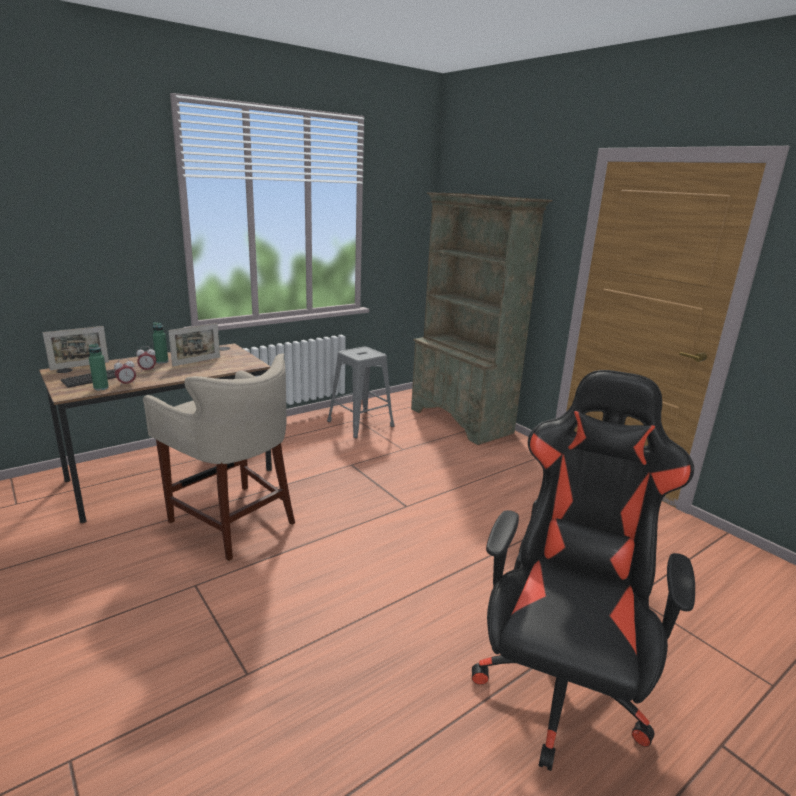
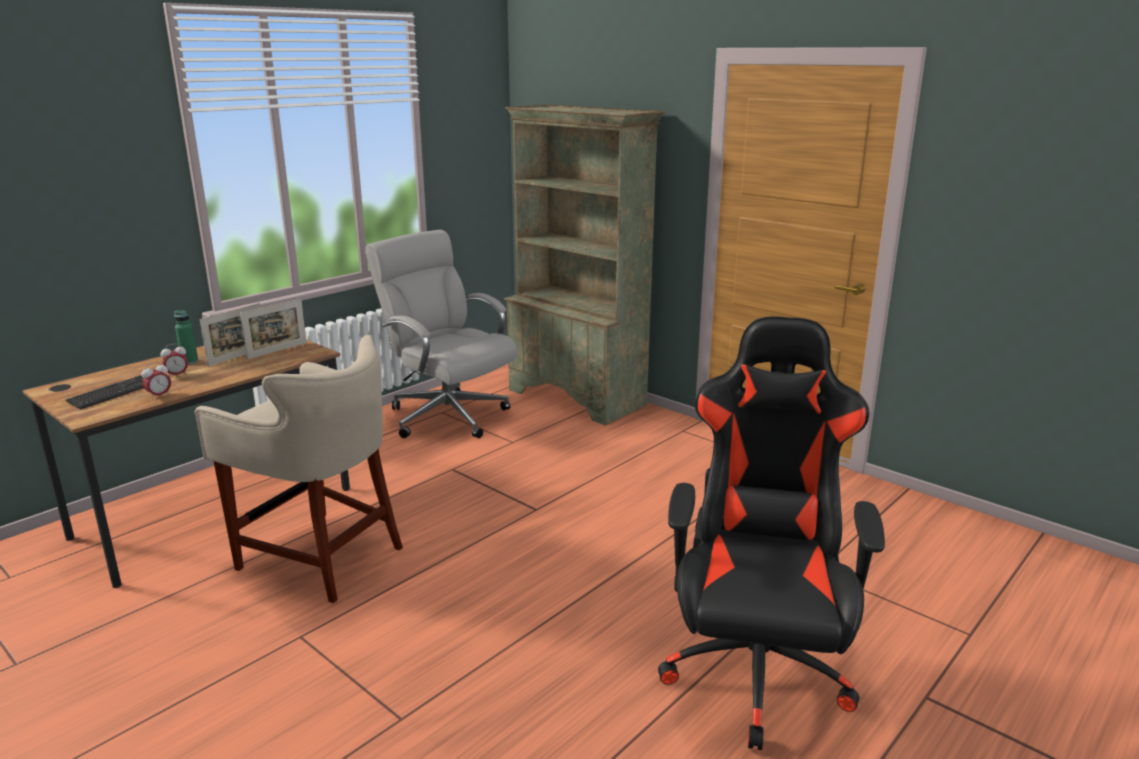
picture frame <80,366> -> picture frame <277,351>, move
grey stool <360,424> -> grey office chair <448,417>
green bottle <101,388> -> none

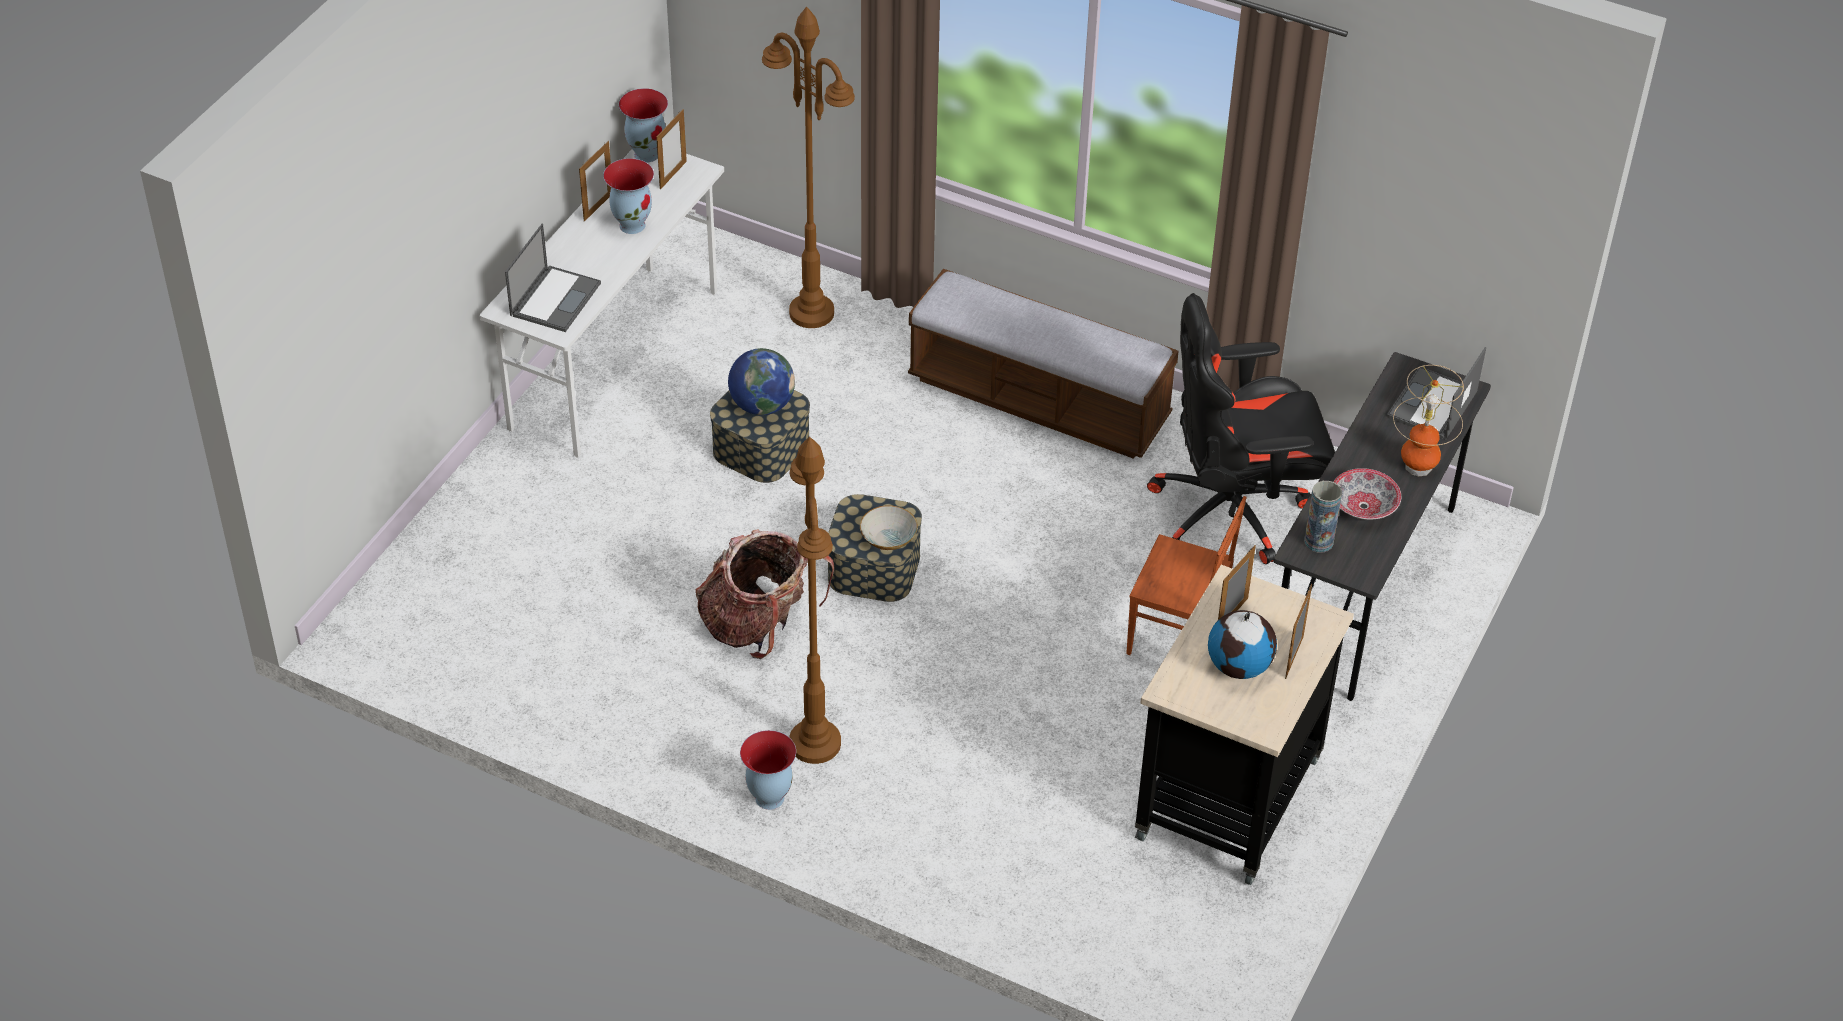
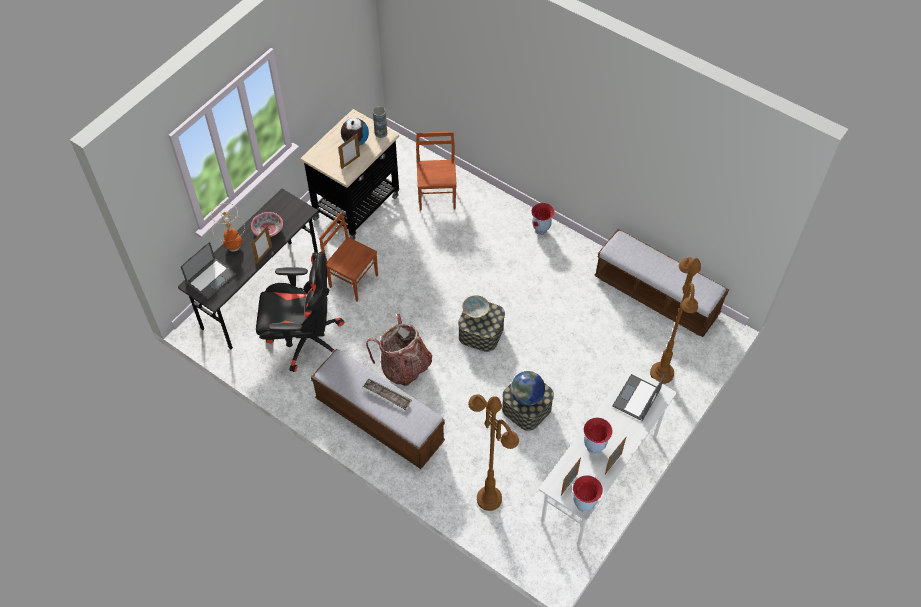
picture frame <1294,657> -> picture frame <264,255>, move
none -> tray <387,396>
backpack <759,625> -> backpack <404,367>, move
vase <1318,542> -> vase <381,133>, move
none -> brown chair <437,196>
none -> bench <656,296>
brown floor lamp <814,742> -> brown floor lamp <662,373>, move

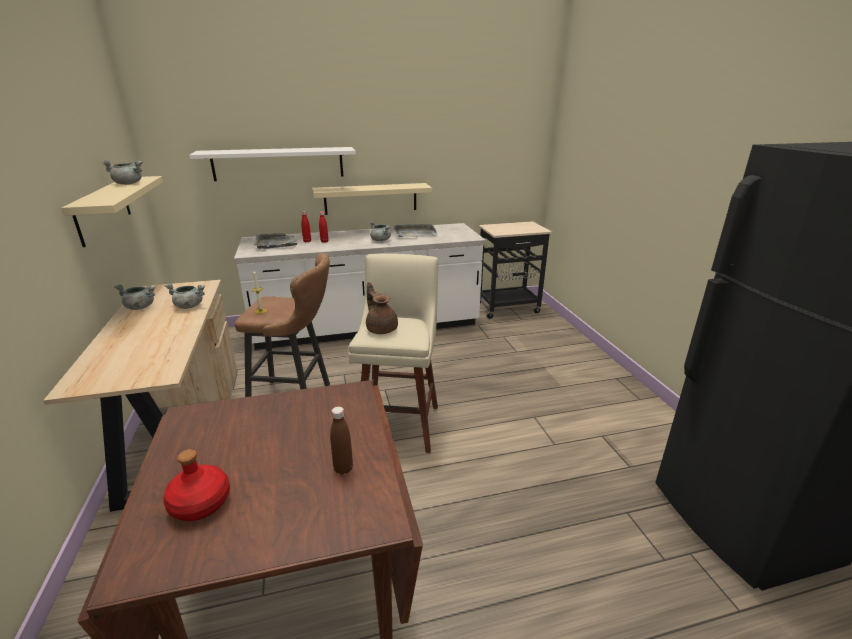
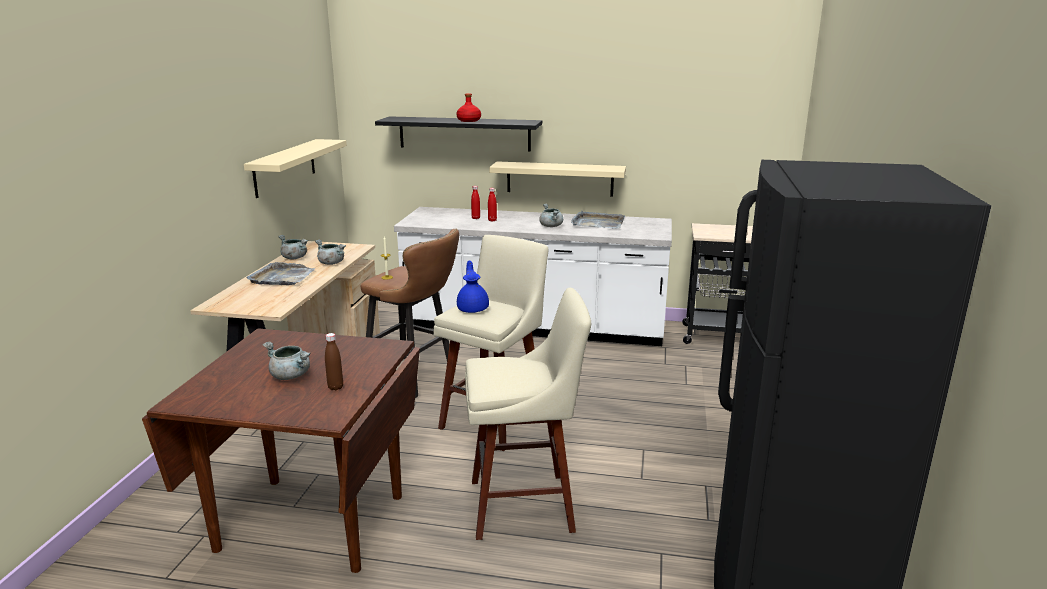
grey tray <276,243> -> grey tray <282,277>, move
grey cooking pot <129,184> -> grey cooking pot <291,376>, move
white shelf <278,163> -> black shelf <464,133>
red bottle <200,503> -> red bottle <468,121>, move
brown teapot <381,328> -> blue teapot <473,308>
none -> beige stool <525,506>

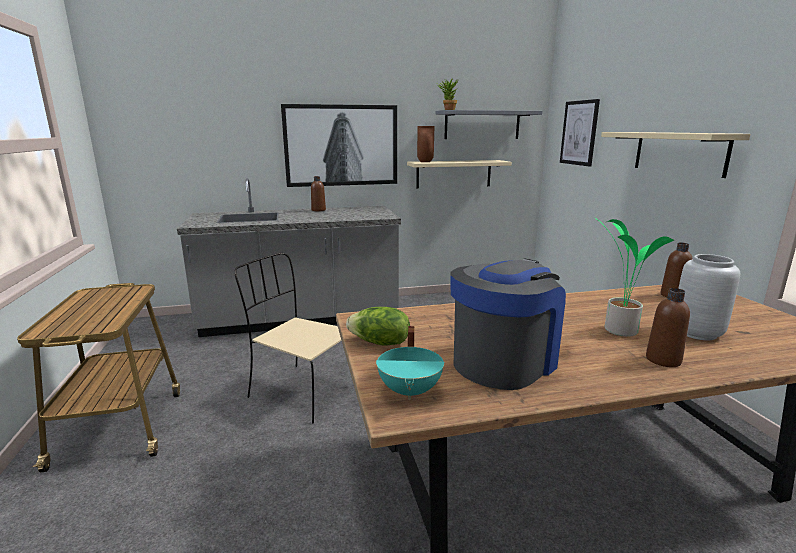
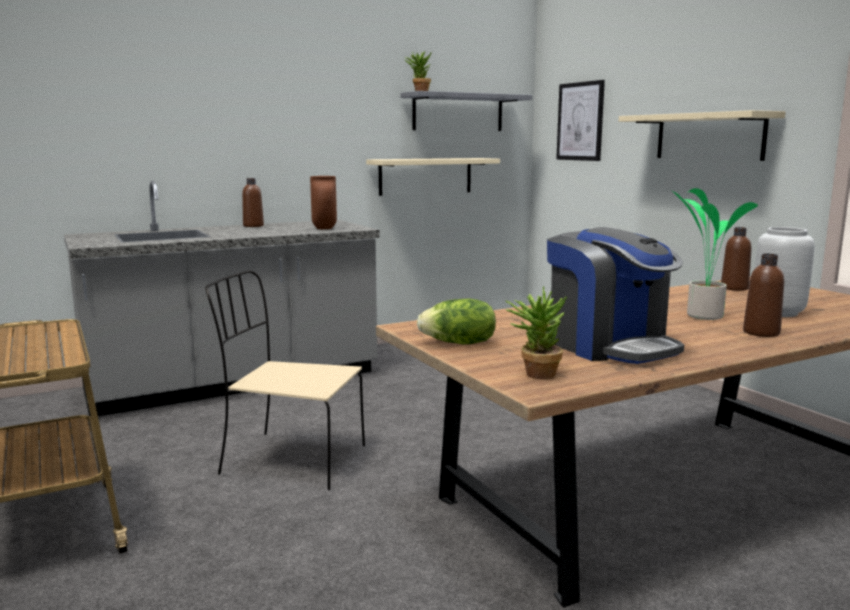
brown vase <424,162> -> brown vase <323,228>, move
turquoise cooking pot <411,391> -> potted plant <534,373>
coffee machine <504,361> -> coffee machine <609,346>, 120 degrees clockwise
picture <341,145> -> none

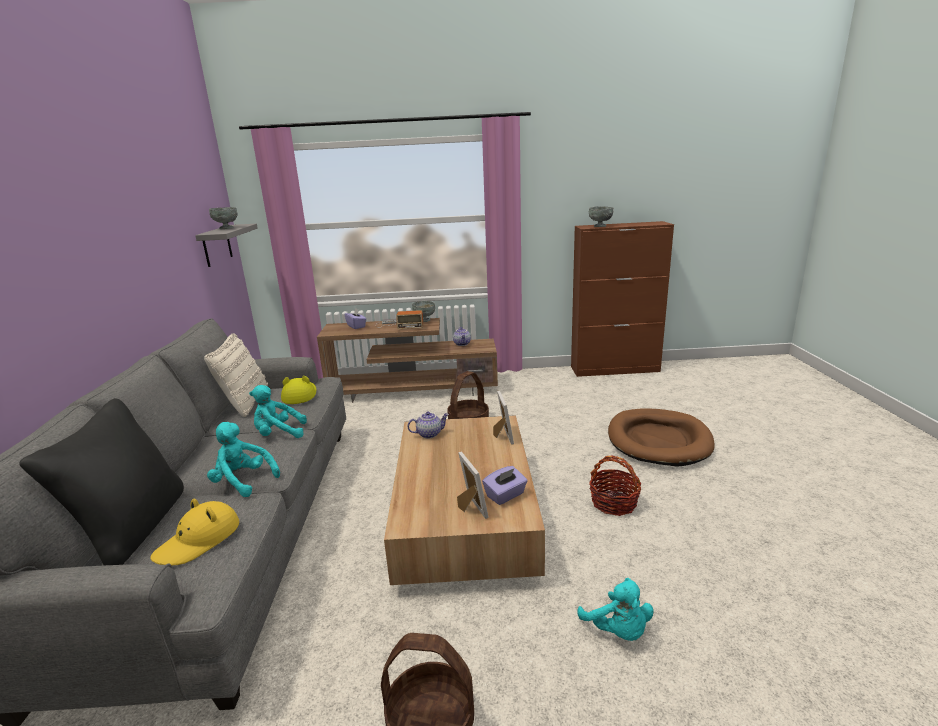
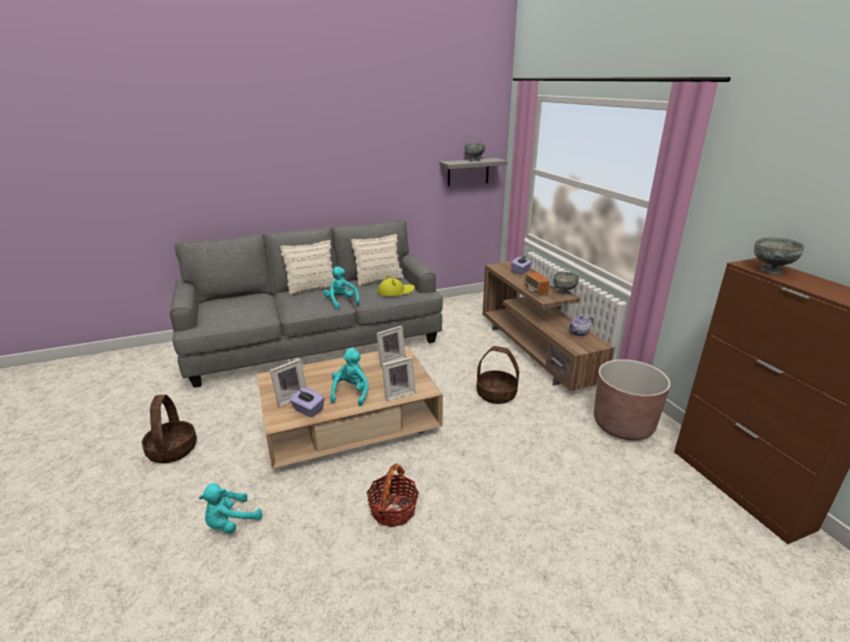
none -> beige pillow <312,289>
turquoise plush toy <243,481> -> turquoise plush toy <351,393>, move
teapot <429,434> -> picture frame <390,360>
none -> brown planter <623,425>
black pillow <133,529> -> none
yellow hat <199,540> -> none
brown dog bed <658,440> -> none

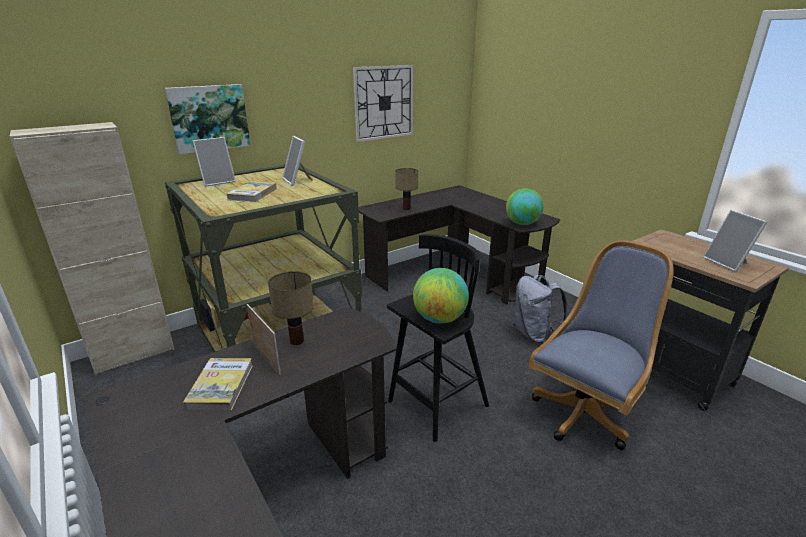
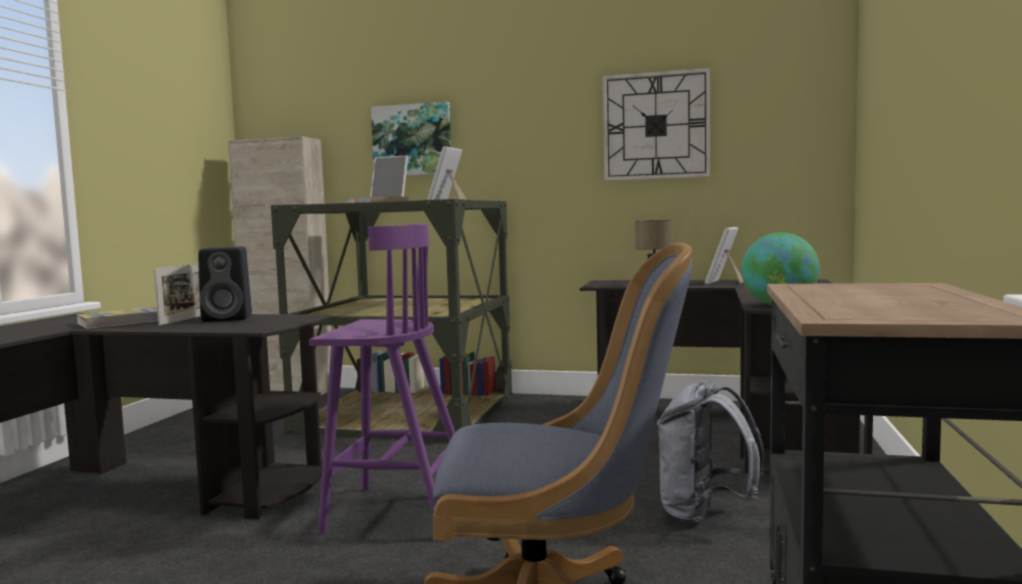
table lamp <296,340> -> black speaker <229,318>
black stool <435,405> -> purple stool <395,512>
picture frame <728,263> -> picture frame <724,282>, move
globe <439,319> -> none

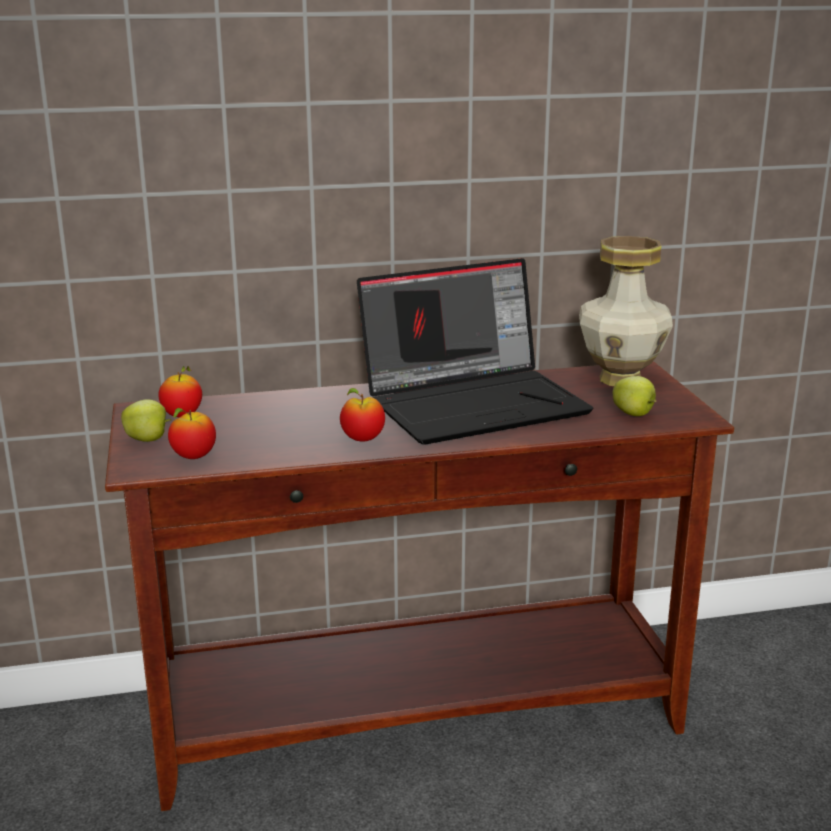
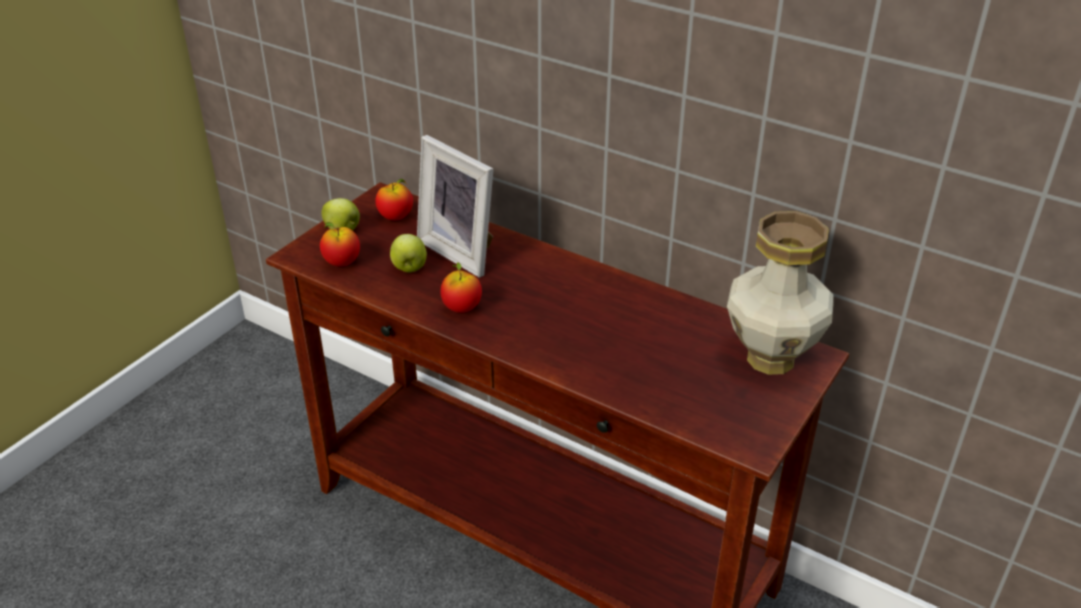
apple <634,414> -> apple <409,268>, move
none -> picture frame <462,251>
laptop <475,402> -> none

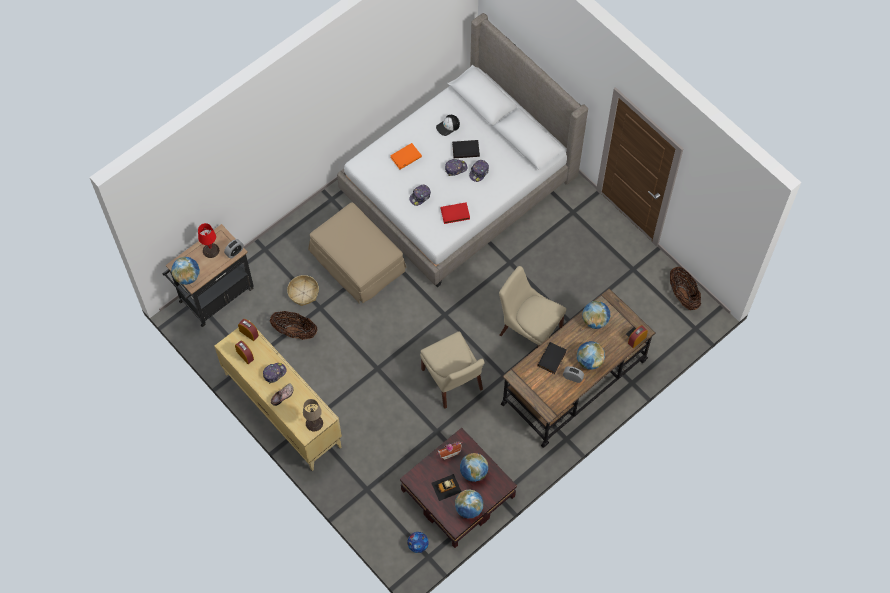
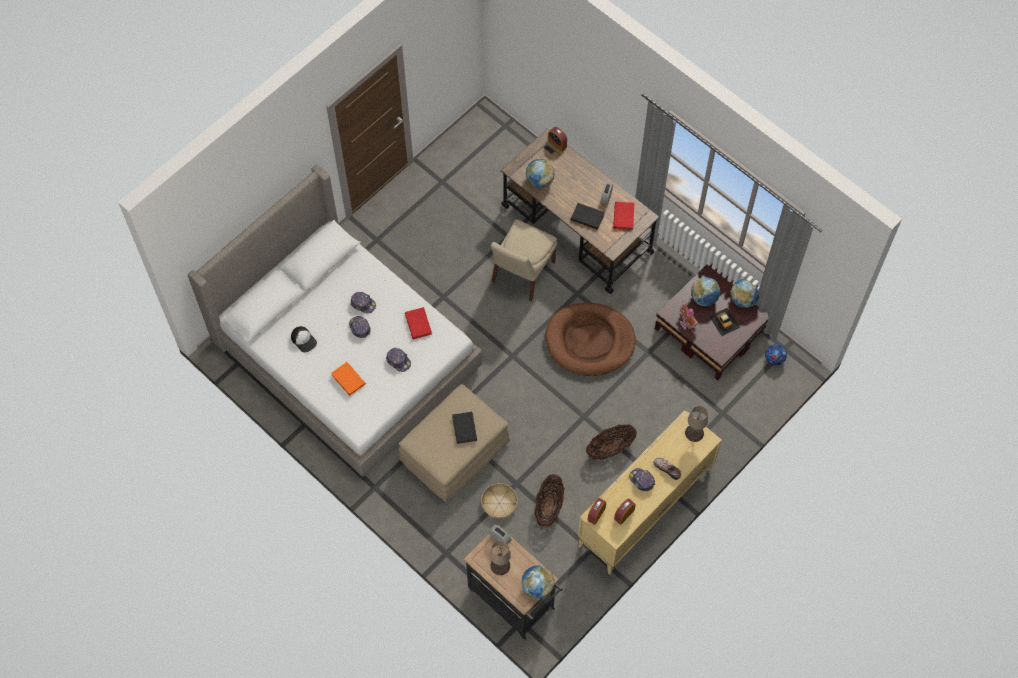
black book <466,149> -> black book <463,428>, move
red table lamp <210,250> -> beige table lamp <500,566>
beige chair <453,381> -> brown dog bed <590,341>
basket <683,295> -> basket <610,448>, move
none -> red book <624,217>
globe <589,361> -> none

